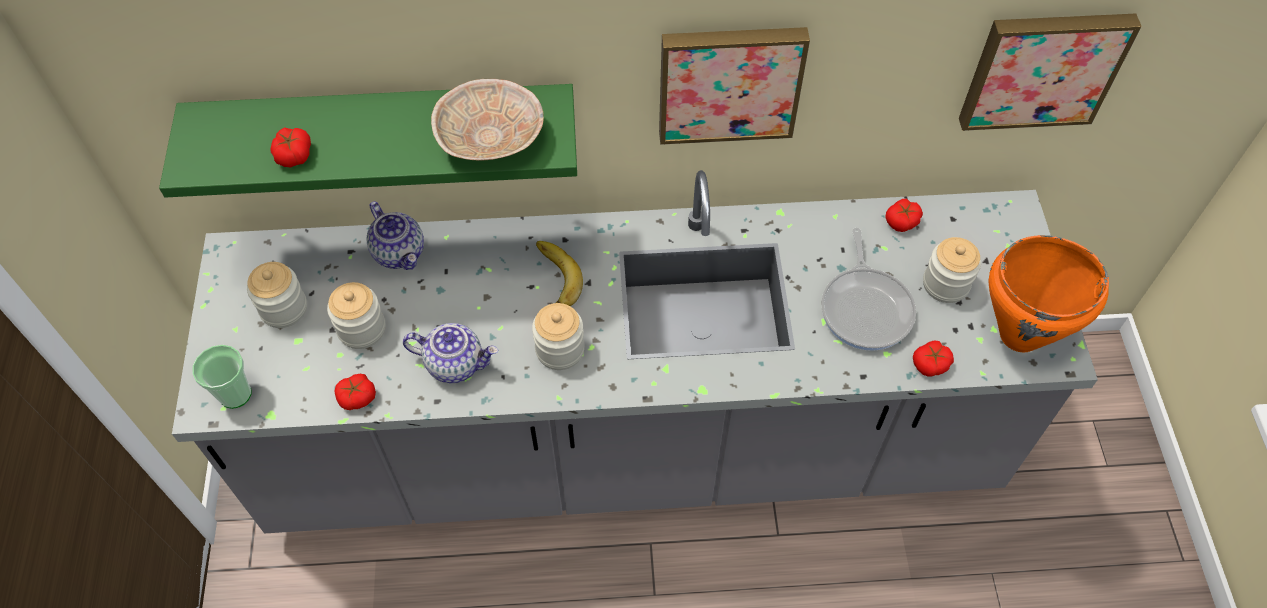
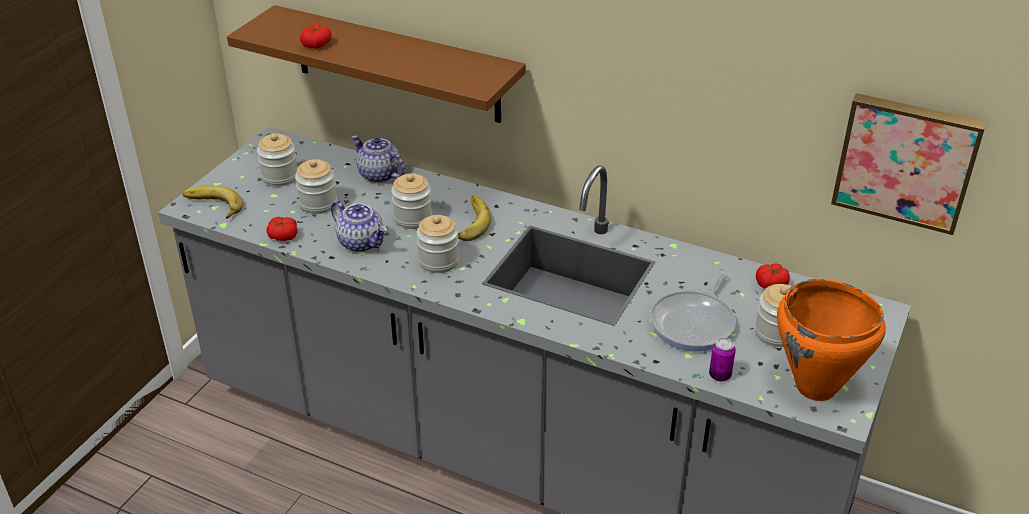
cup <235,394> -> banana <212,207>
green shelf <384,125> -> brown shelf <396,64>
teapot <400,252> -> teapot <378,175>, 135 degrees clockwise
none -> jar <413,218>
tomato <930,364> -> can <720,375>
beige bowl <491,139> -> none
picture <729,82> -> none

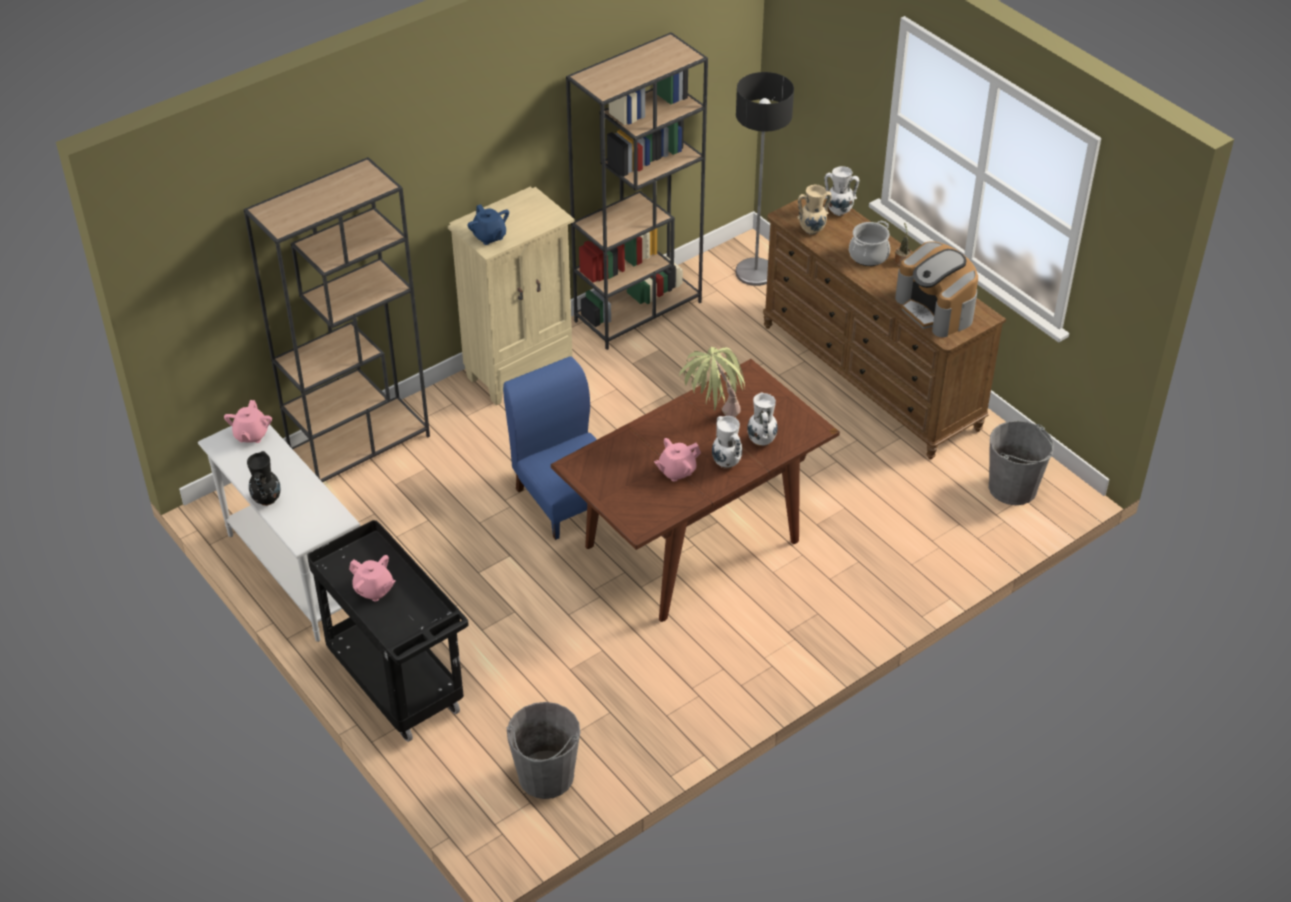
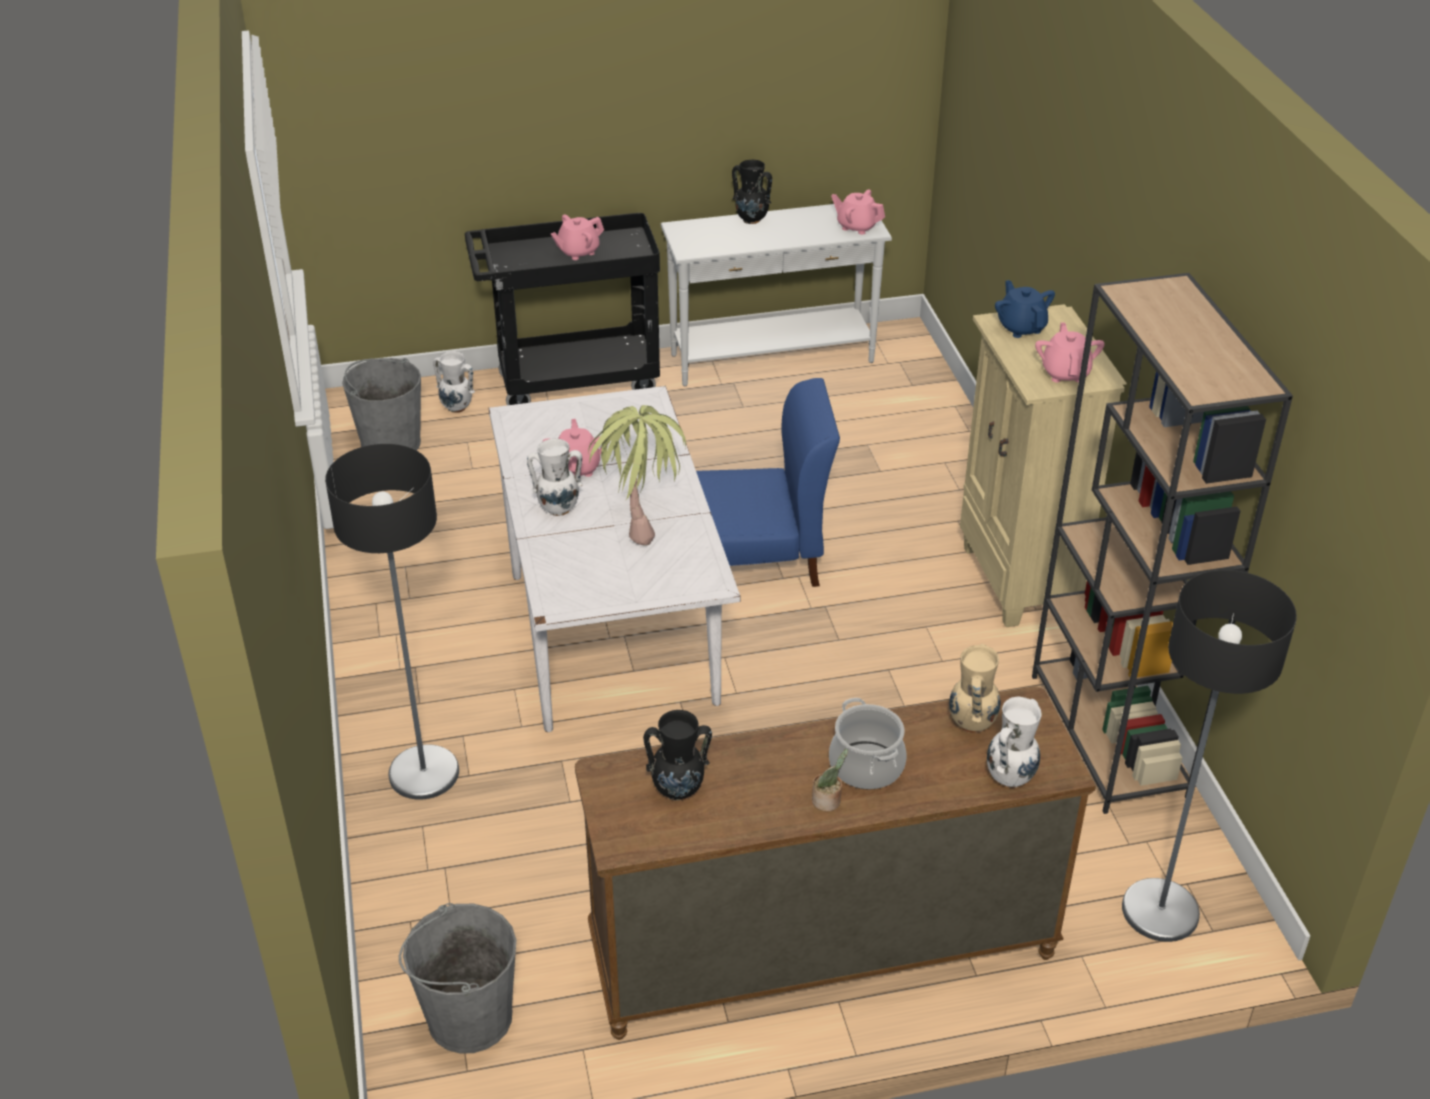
none -> floor lamp <423,773>
white vase <761,440> -> white vase <457,408>, move
brown dining table <693,542> -> white dining table <613,638>
coffee machine <936,309> -> black vase <679,791>
blue teapot <489,236> -> blue teapot <1021,327>, 75 degrees clockwise
none -> pink teapot <1065,373>
bookcase <360,446> -> none

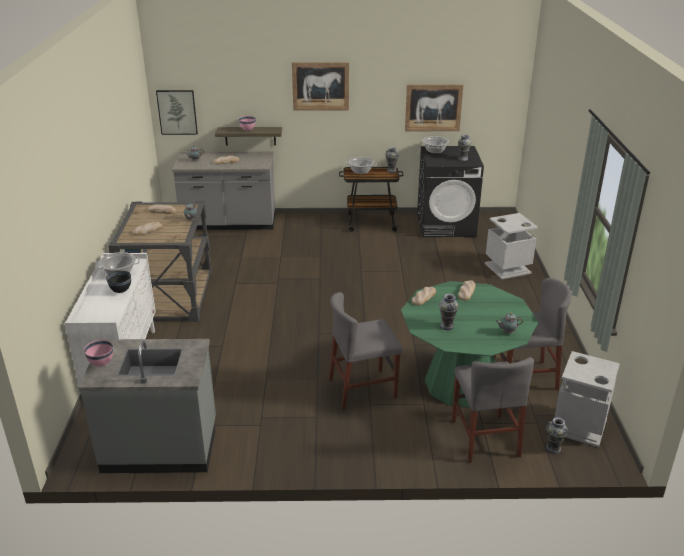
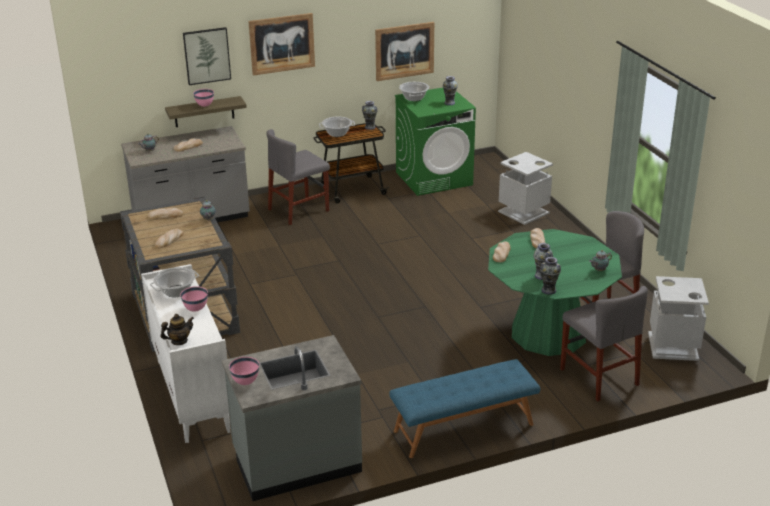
none -> teapot <179,341>
black bowl <121,291> -> pink bowl <196,309>
picture <177,112> -> picture <207,55>, move
grey chair <362,388> -> grey chair <298,210>, move
none -> blue bench <464,428>
black washing machine <446,225> -> green washing machine <434,178>
vase <553,449> -> vase <548,290>, move

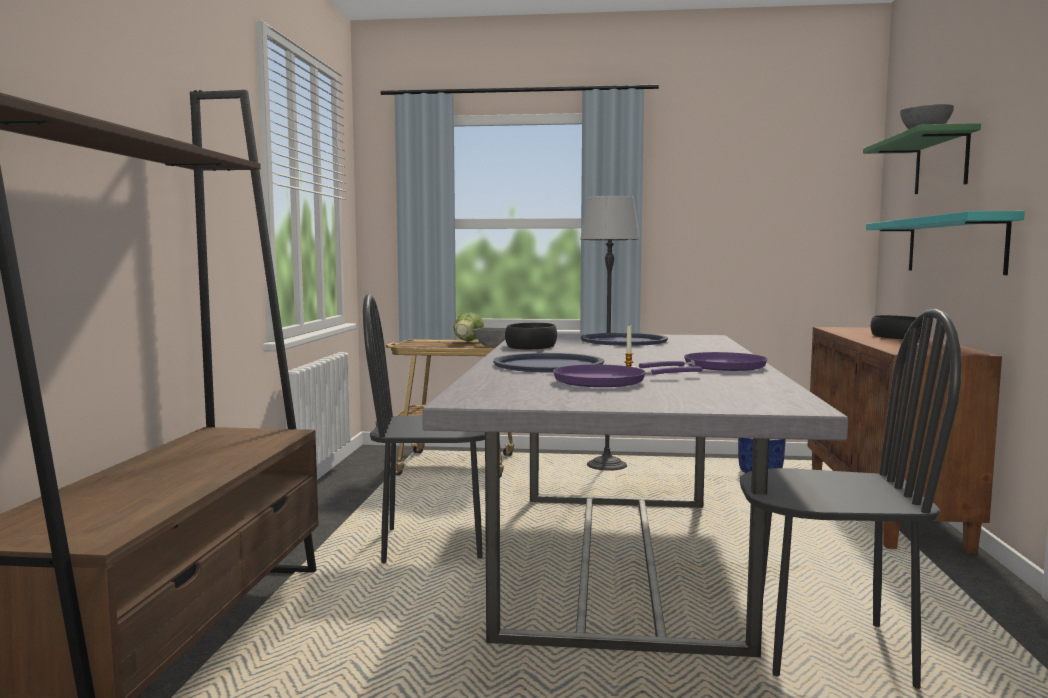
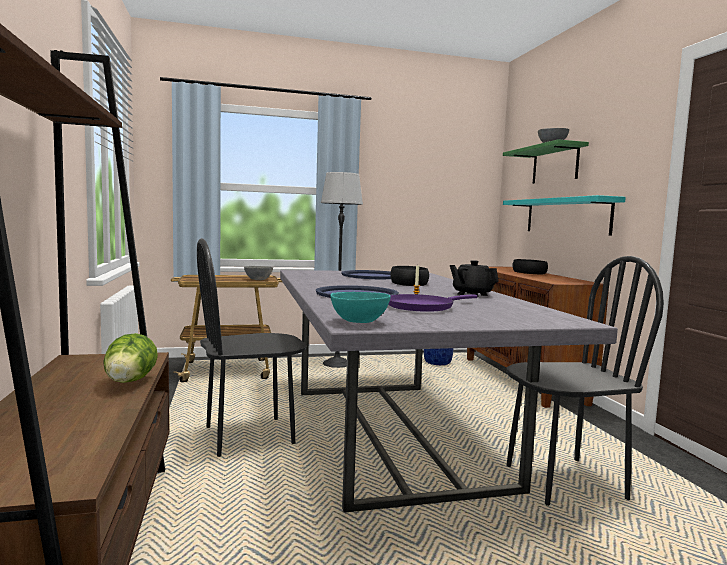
lettuce <467,341> -> lettuce <129,382>, move
none -> turquoise bowl <360,322>
black bowl <531,346> -> black bowl <409,283>, move
purple frying pan <719,367> -> black teapot <472,294>

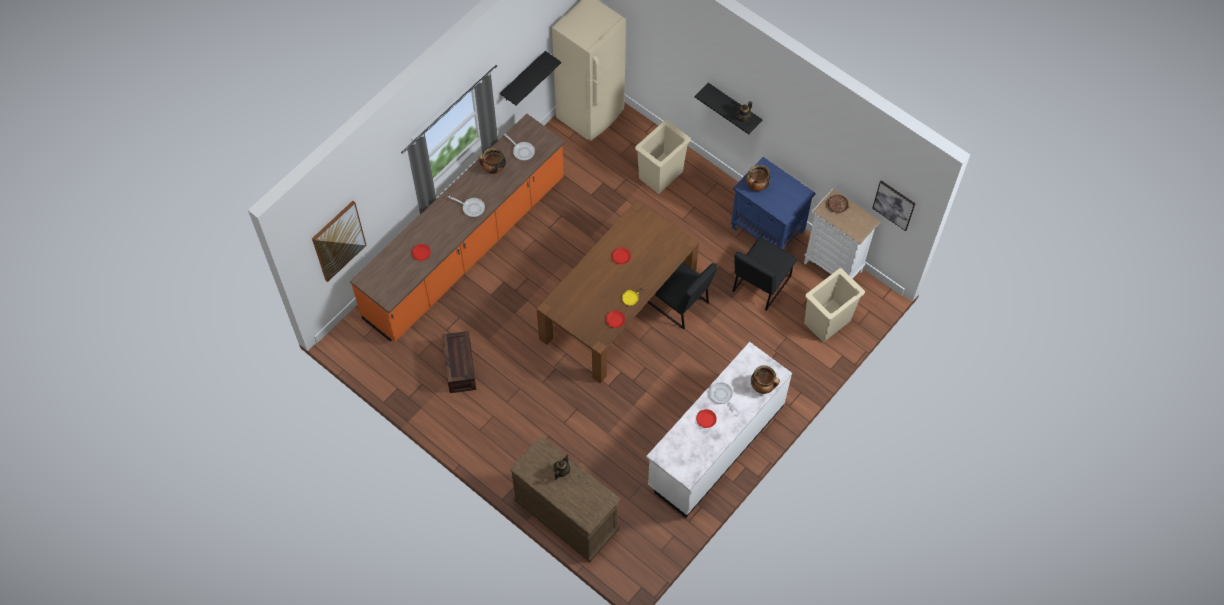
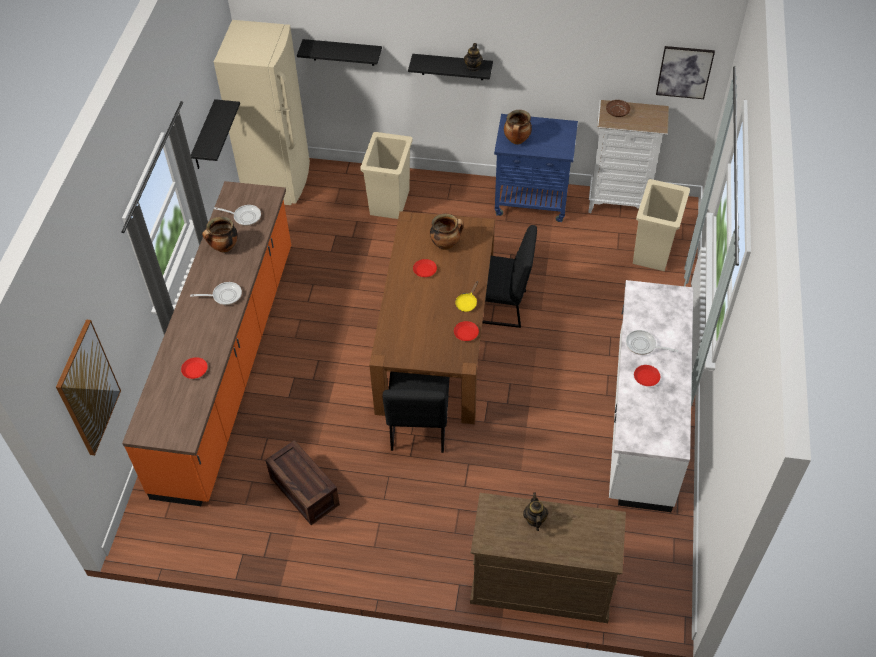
none -> black shelf <343,52>
black chair <760,285> -> black chair <418,427>, move
cooking pot <763,386> -> cooking pot <446,244>, move

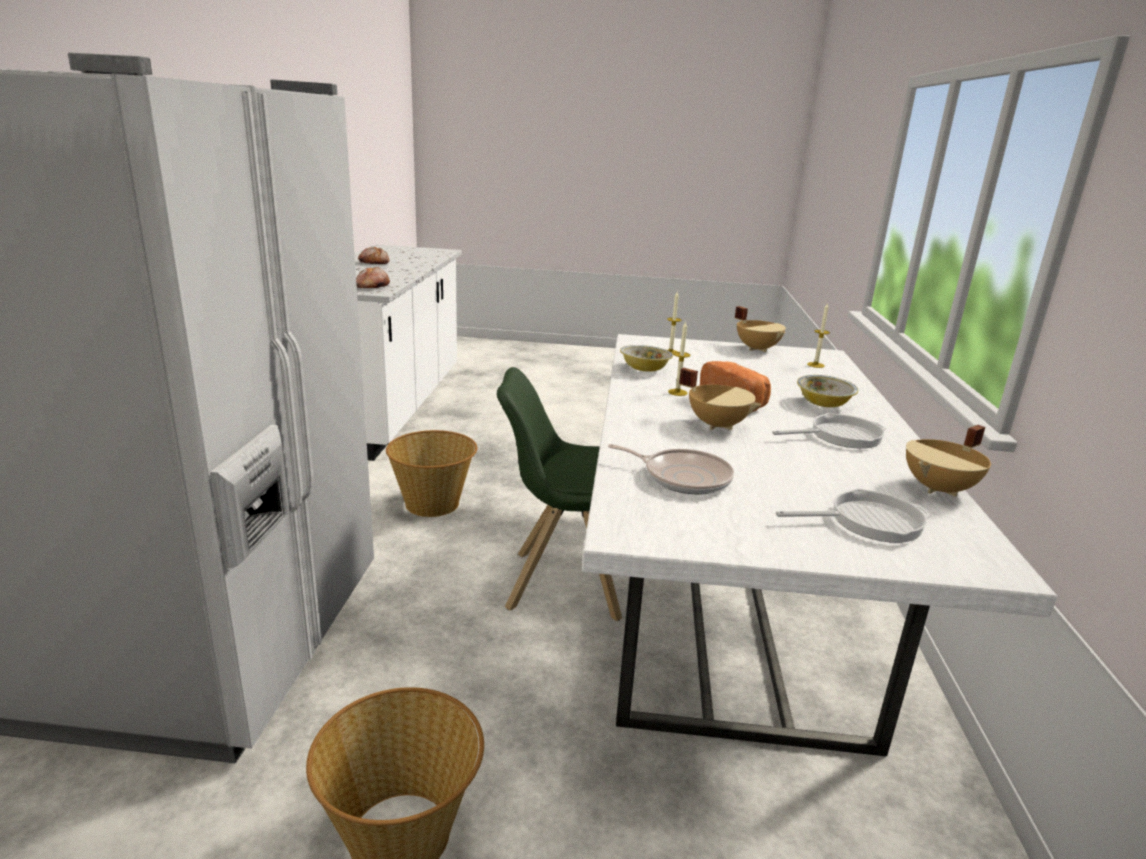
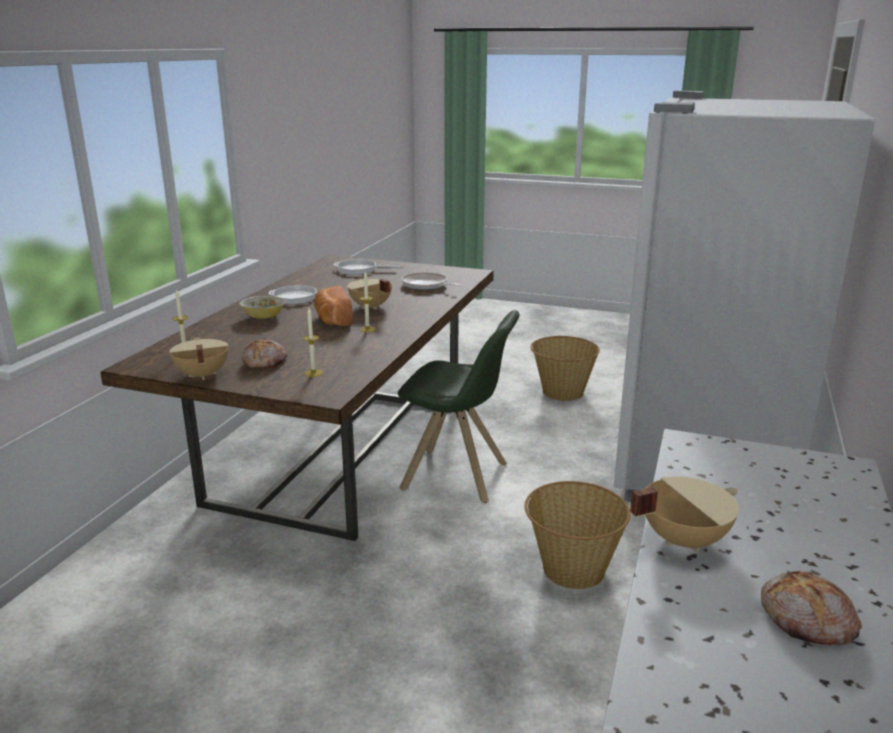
white dining table <727,601> -> brown dining table <340,454>
bread <372,286> -> bread <265,362>, move
beige cooking pot <940,489> -> beige cooking pot <682,539>, move
bowl <645,369> -> none

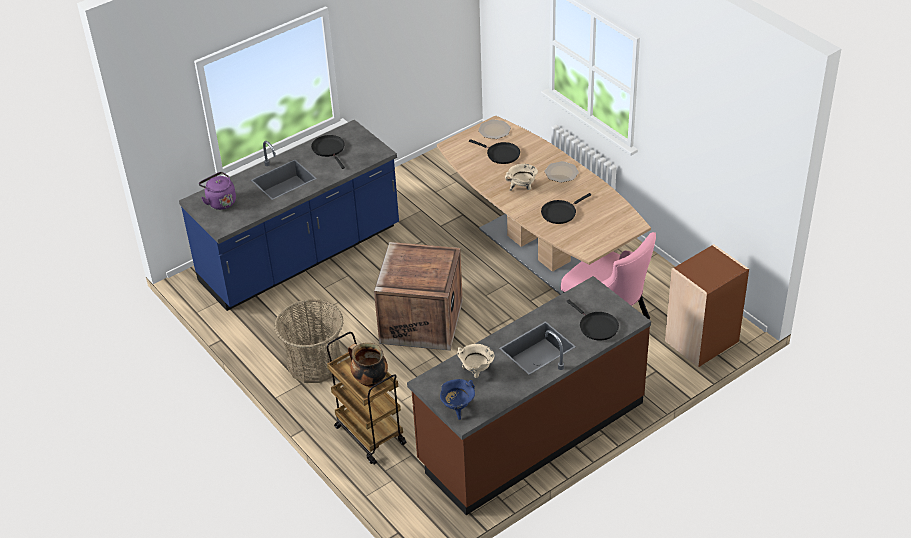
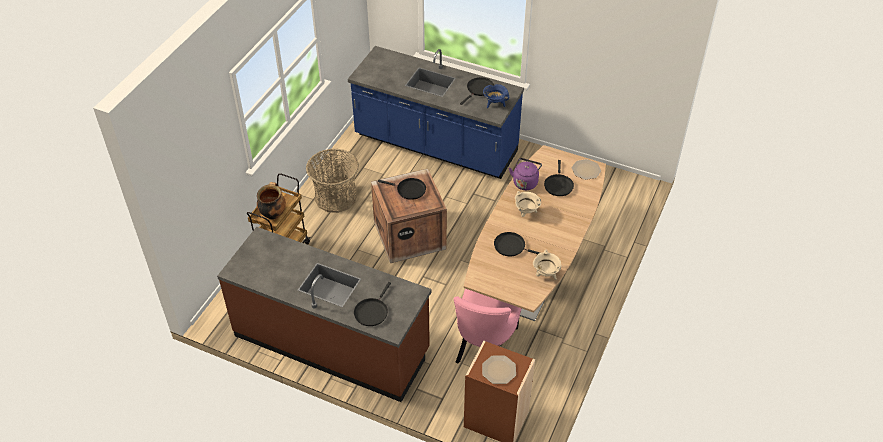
none -> black frying pan <409,190>
plate <561,172> -> plate <499,370>, move
blue cooking pot <458,409> -> blue cooking pot <495,104>, move
purple kettle <220,202> -> purple kettle <525,182>, move
beige cooking pot <476,372> -> beige cooking pot <545,275>, move

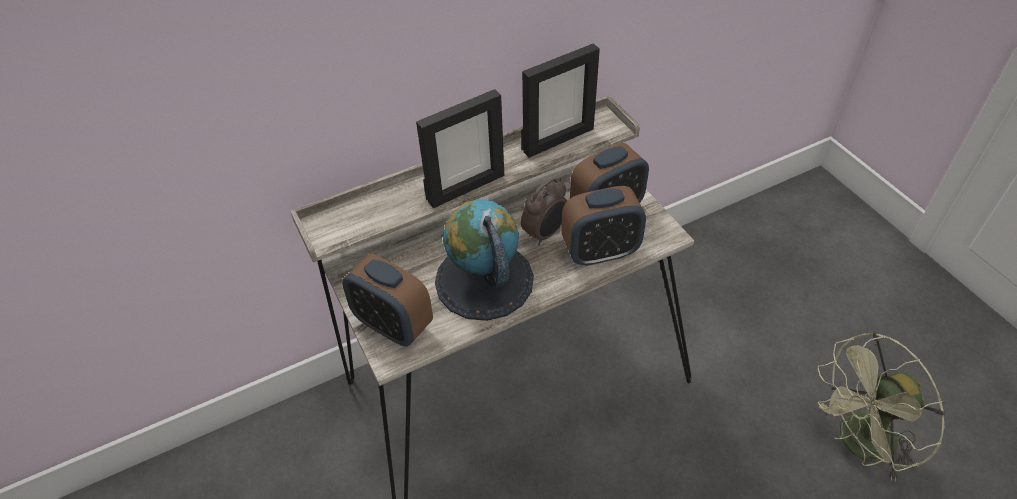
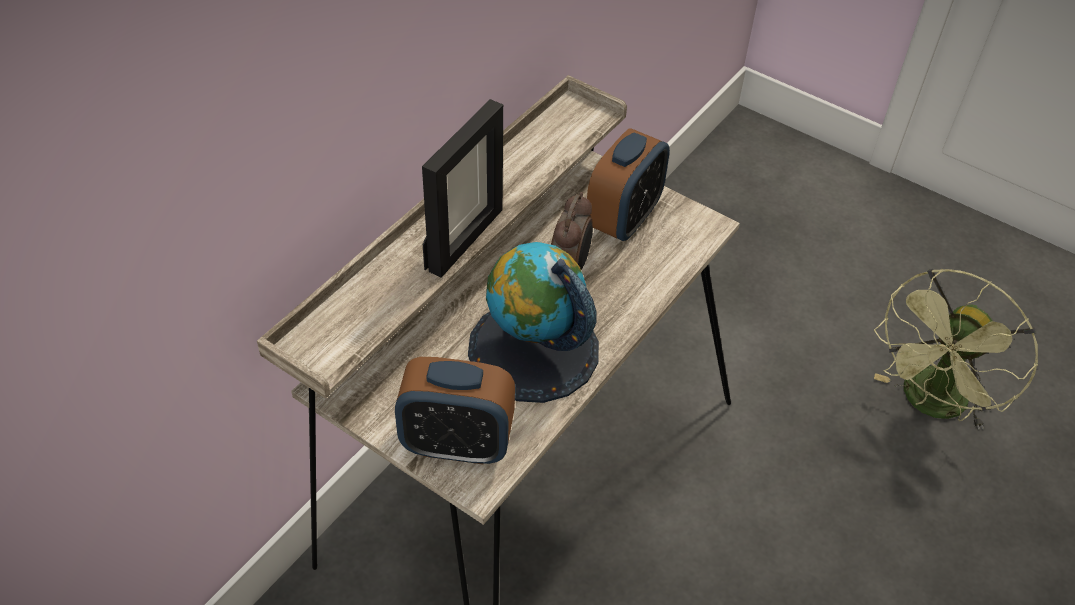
picture frame <557,139> -> none
alarm clock <600,252> -> none

